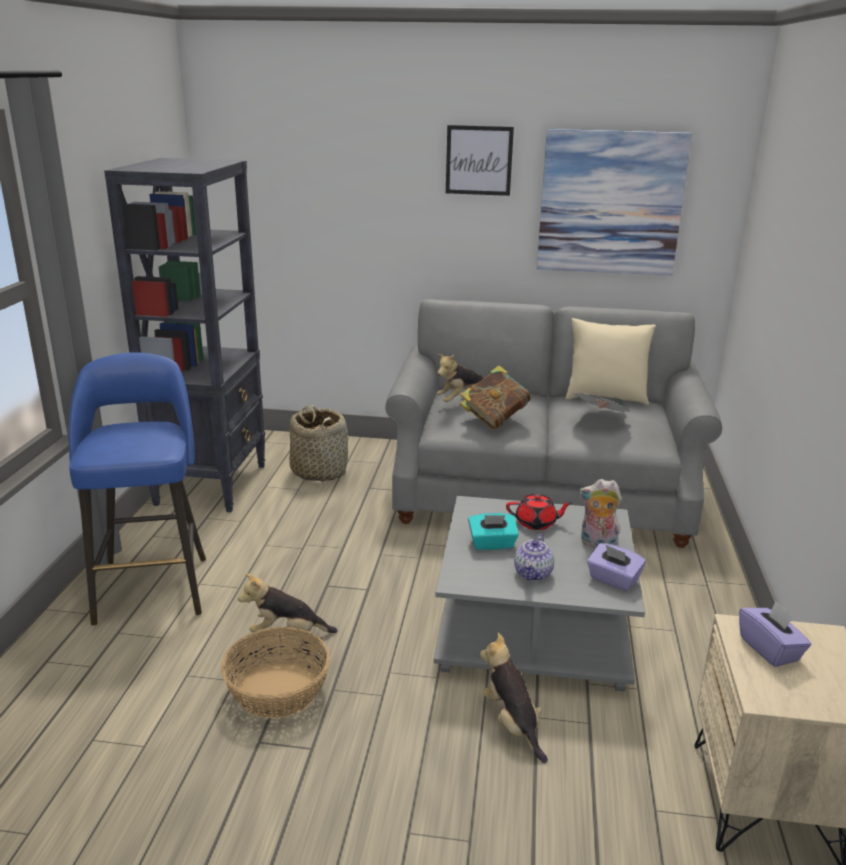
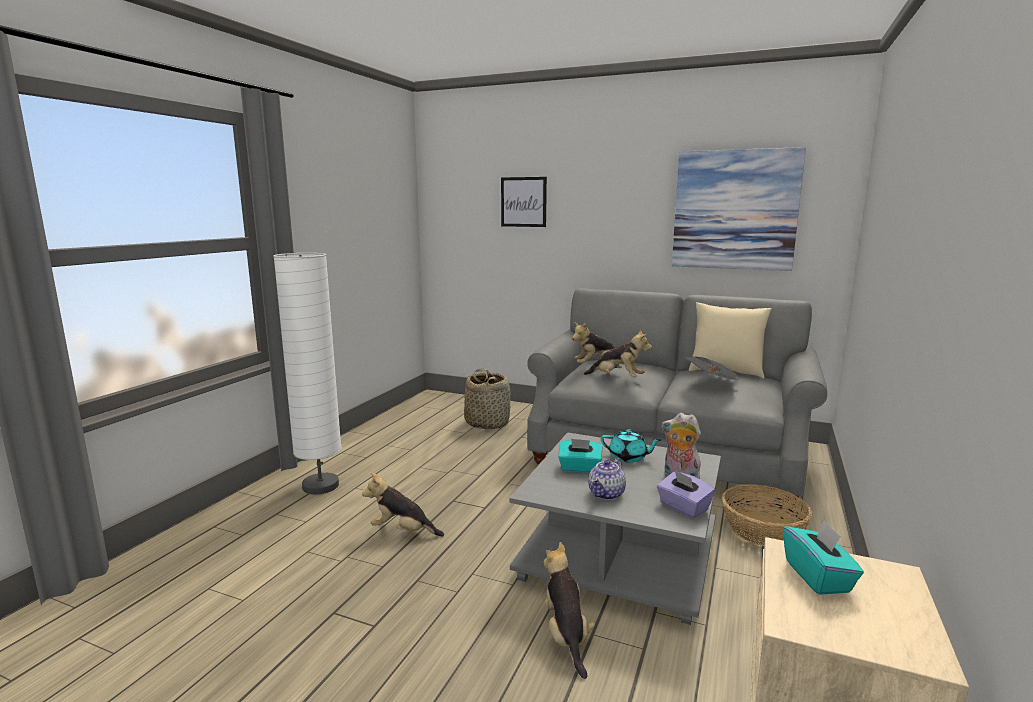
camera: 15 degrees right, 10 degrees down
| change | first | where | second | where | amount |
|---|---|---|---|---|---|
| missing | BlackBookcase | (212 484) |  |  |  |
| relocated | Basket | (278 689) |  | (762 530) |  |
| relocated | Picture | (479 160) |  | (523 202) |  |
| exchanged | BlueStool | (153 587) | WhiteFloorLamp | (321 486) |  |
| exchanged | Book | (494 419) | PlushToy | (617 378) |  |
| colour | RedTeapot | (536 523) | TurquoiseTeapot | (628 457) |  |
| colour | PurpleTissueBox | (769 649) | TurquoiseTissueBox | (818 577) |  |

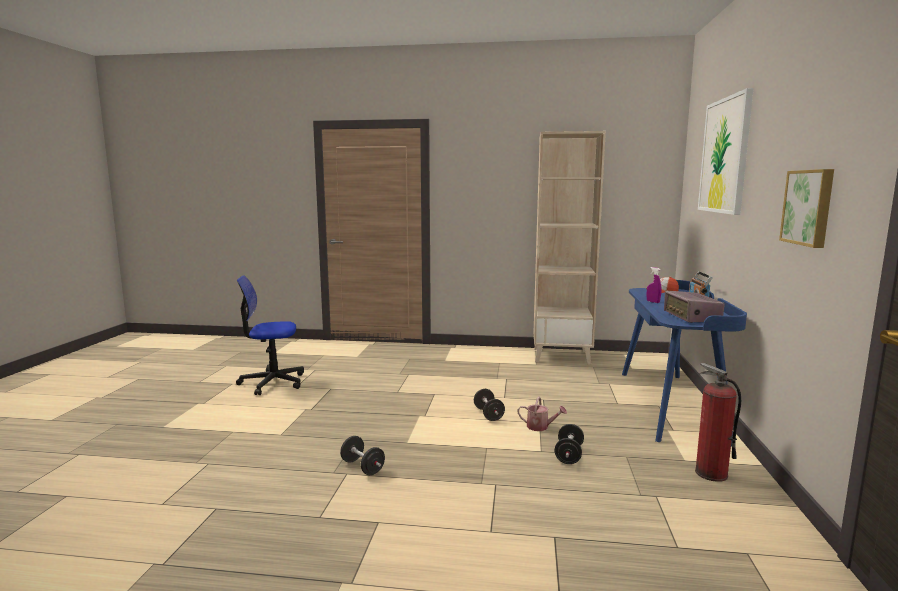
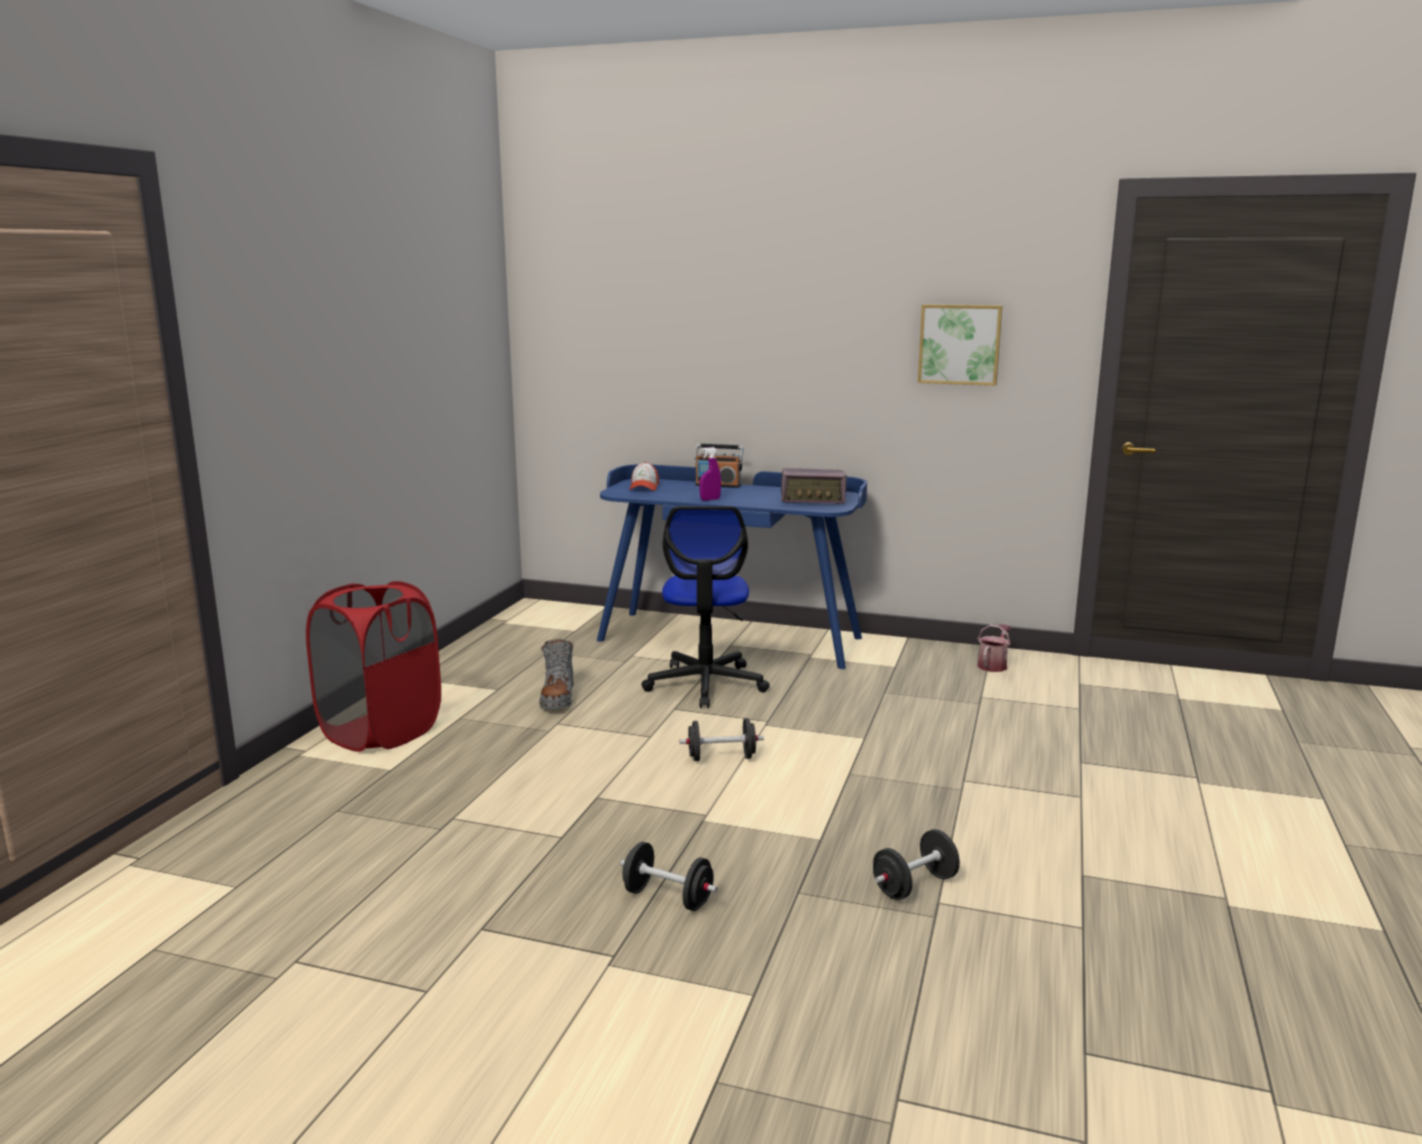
camera: 80 degrees left, 5 degrees up
| change | first | where | second | where | amount |
|---|---|---|---|---|---|
| missing | BeigeBookcase | (562 356) |  |  |  |
| missing | FireExtinguisher | (710 473) |  |  |  |
| missing | Picture | (725 156) |  |  |  |
| appeared |  |  | RedLaundryBasket | (381 732) |  |
| appeared |  |  | GreyBoot | (558 698) |  |
| relocated | OfficeChair | (272 382) |  | (705 684) |  |
| relocated | WateringCan | (540 427) |  | (993 665) |  |
| relocated | BlackDumbbell | (569 455) |  | (668 898) |  |

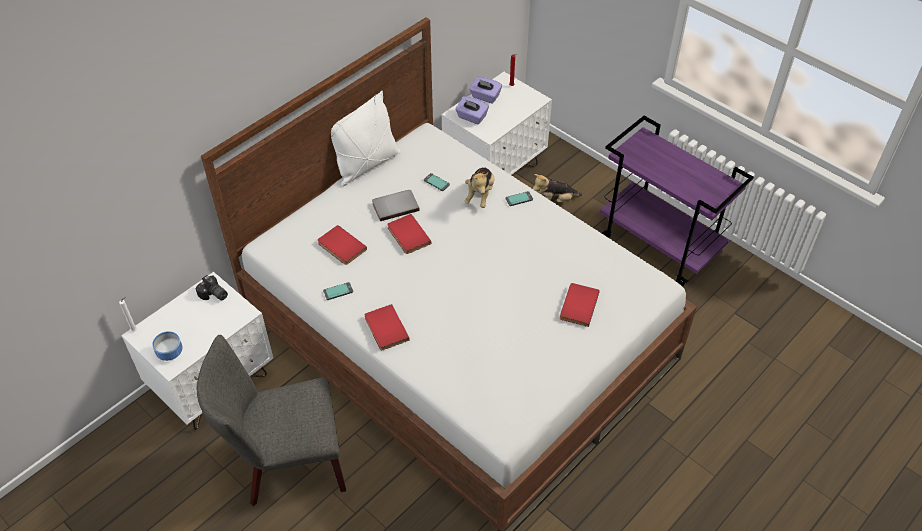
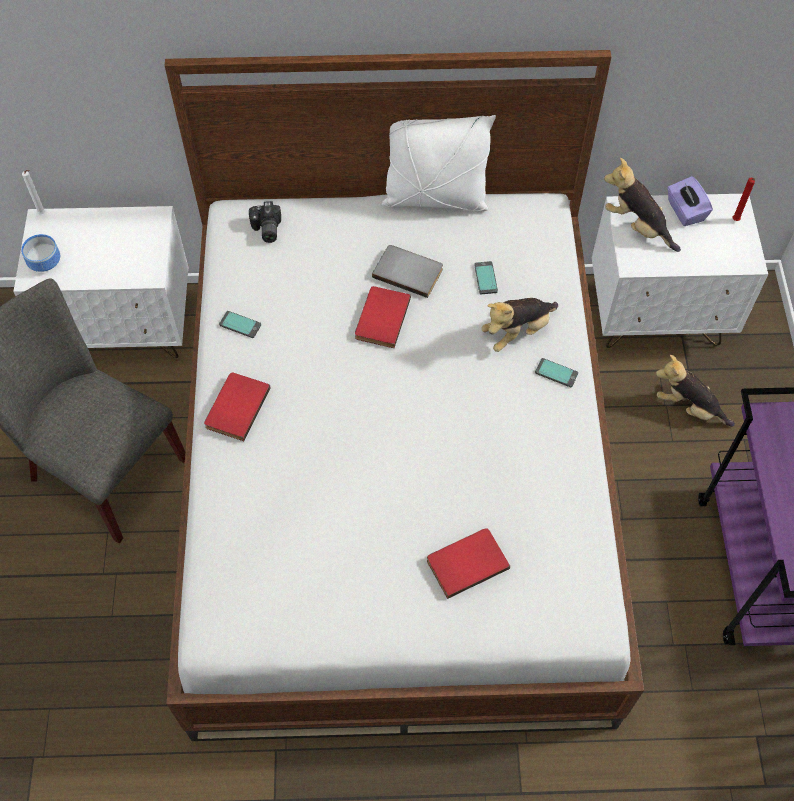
camera: 45 degrees right, 10 degrees up
| change | first | where | second | where | amount |
|---|---|---|---|---|---|
| missing | RedBook | (340 247) |  |  |  |
| relocated | PhotoCamera | (213 295) |  | (265 229) |  |
| exchanged | PurpleTissueBox | (471 117) | PlushToy | (637 226) |  |

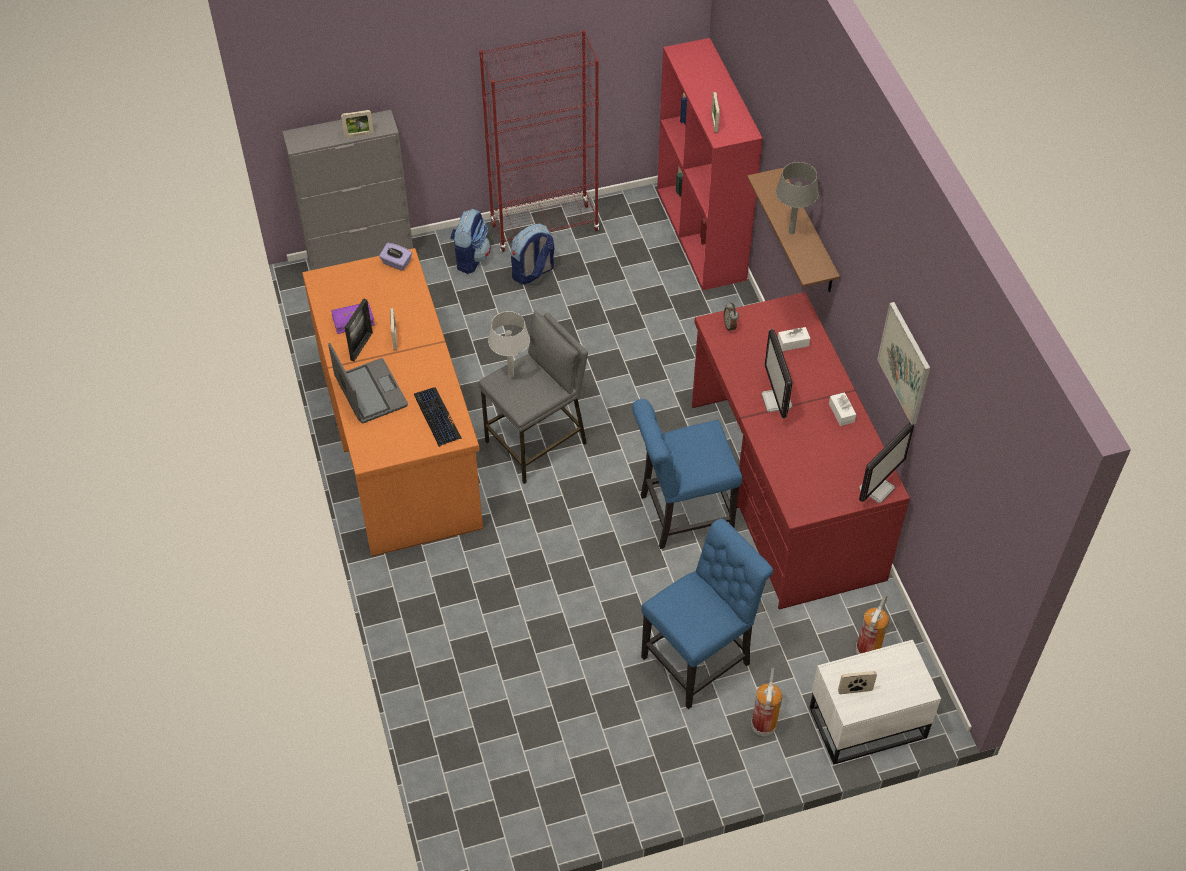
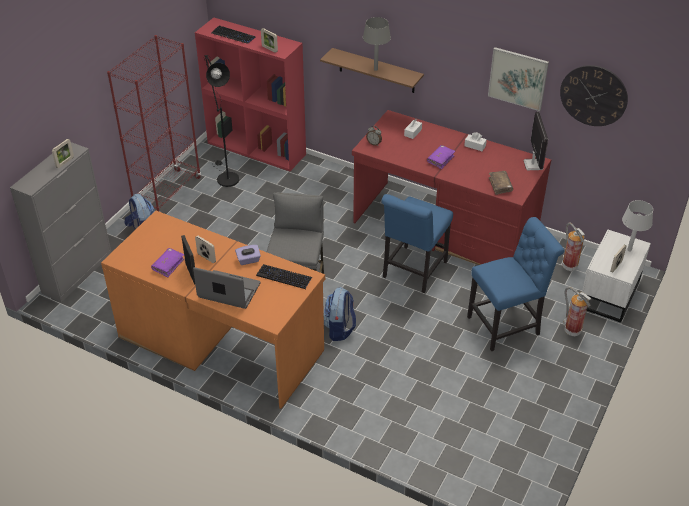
camera: 45 degrees left, 10 degrees down
| change | first | where | second | where | amount |
|---|---|---|---|---|---|
| appeared |  |  | BlackFloorLamp | (225 177) |  |
| appeared |  |  | Keyboard | (233 35) |  |
| appeared |  |  | BrownBook | (500 185) |  |
| appeared |  |  | WallClock | (593 95) |  |
| relocated | PurpleTissueBox | (396 263) |  | (248 260) |  |
| relocated | GreyTableLamp | (511 374) |  | (629 249) |  |
| relocated | Backpack | (532 273) |  | (339 329) |  |
| exchanged | Monitor | (777 401) | PurpleBook | (440 159) |  |
| spun | BlueChair | (700 658) |  | (507 325) | 60 degrees clockwise |

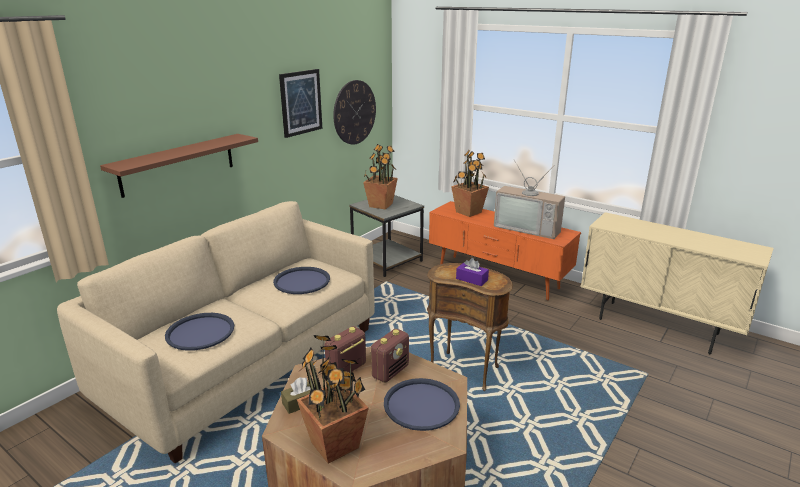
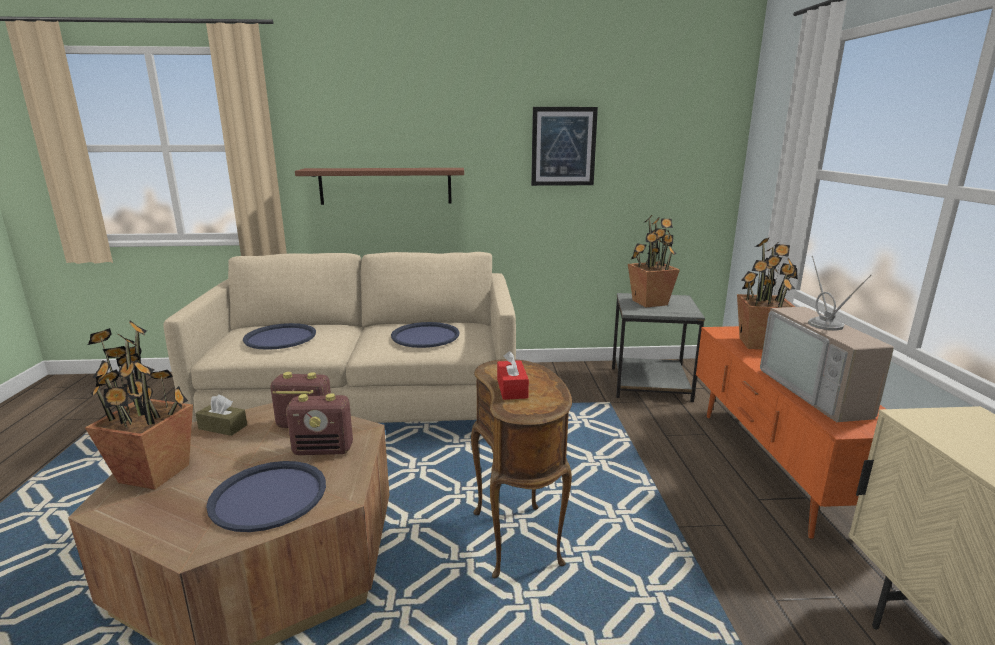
camera: 50 degrees right, 5 degrees down
| change | first | where | second | where | amount |
|---|---|---|---|---|---|
| missing | WallClock | (354 112) |  |  |  |
| colour | PurpleTissueBox | (472 279) | RedTissueBox | (512 388) |  |

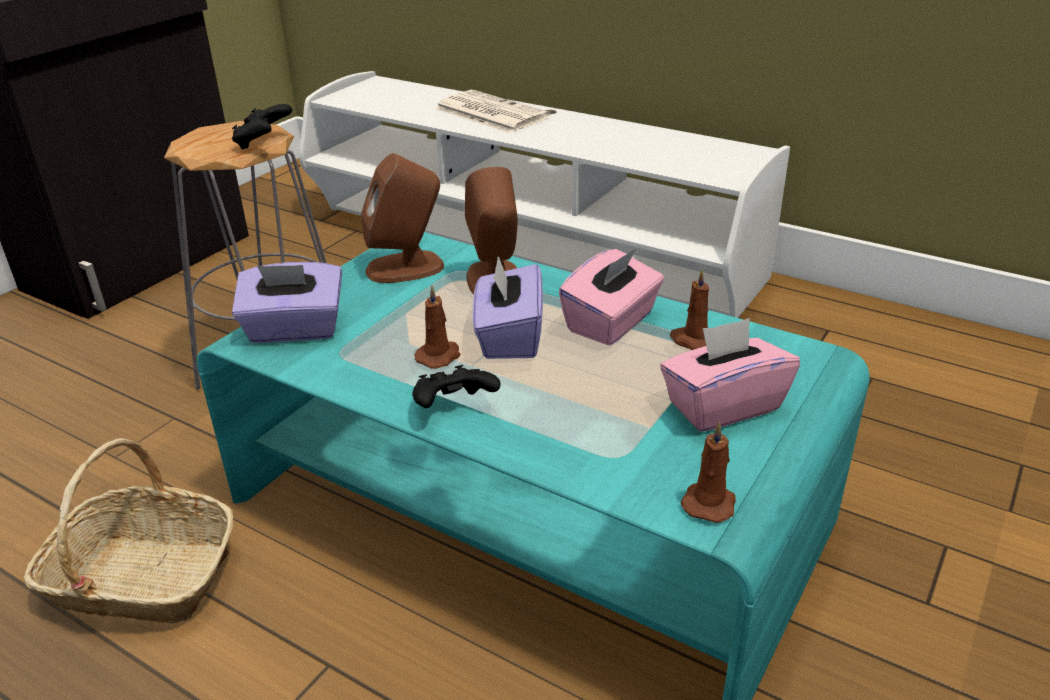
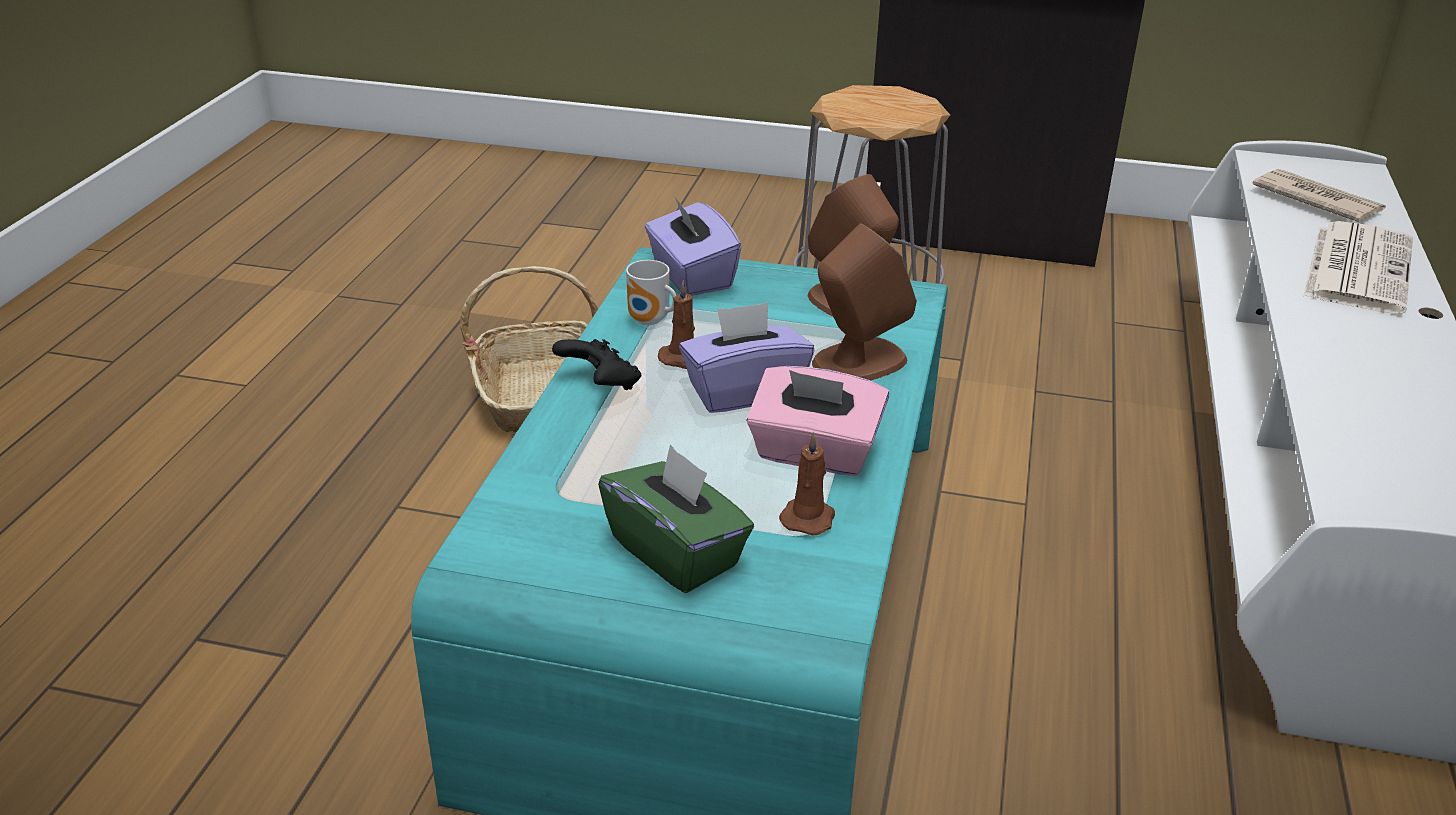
camera: 70 degrees right, 0 degrees up
| change | first | where | second | where | amount |
|---|---|---|---|---|---|
| missing | BlackGameController | (263 143) |  |  |  |
| missing | BrownCandle | (709 502) |  |  |  |
| appeared |  |  | Mug | (650 321) |  |
| appeared |  |  | Newspaper | (1316 200) |  |
| colour | PinkTissueBox | (723 406) | GreenTissueBox | (676 553) |  |

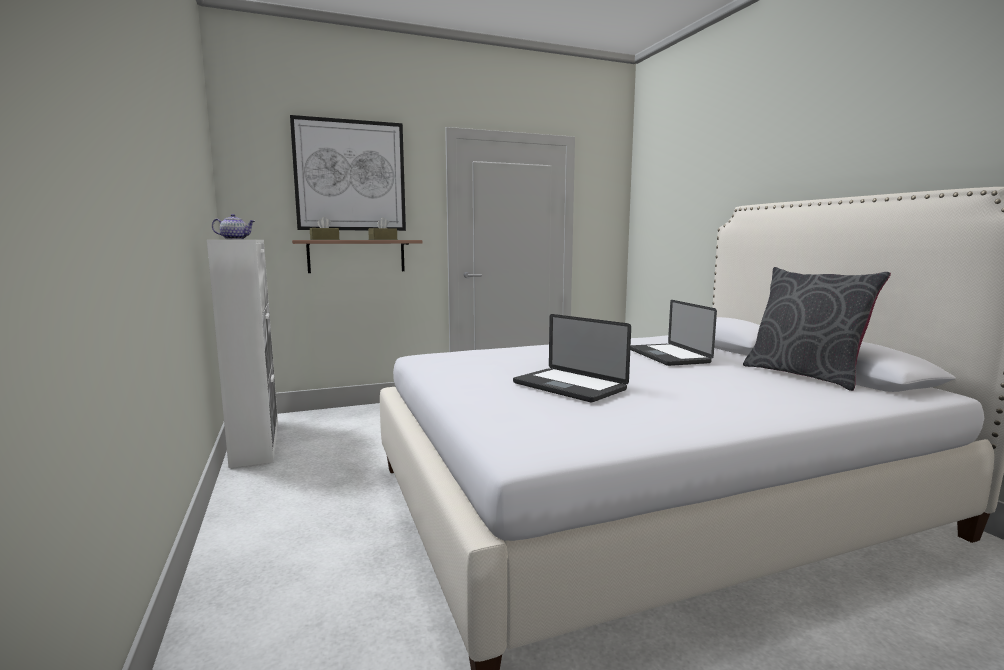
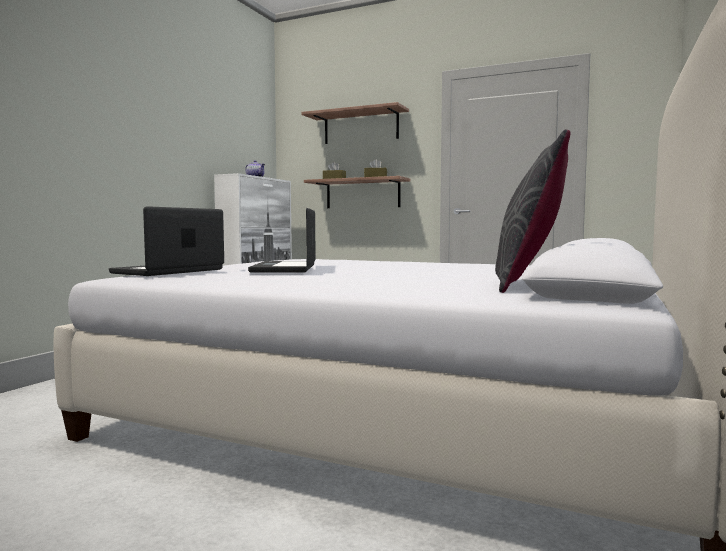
camera: 45 degrees right, 5 degrees down
| change | first | where | second | where | amount |
|---|---|---|---|---|---|
| relocated | Laptop | (668 356) |  | (169 271) |  |
| exchanged | Picture | (350 176) | Shelf | (361 127) |  |

